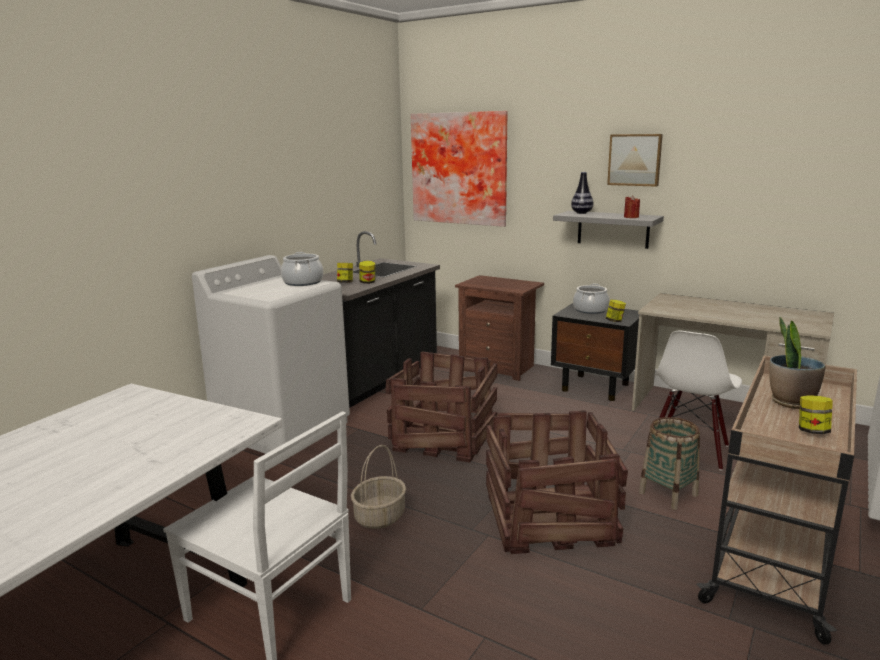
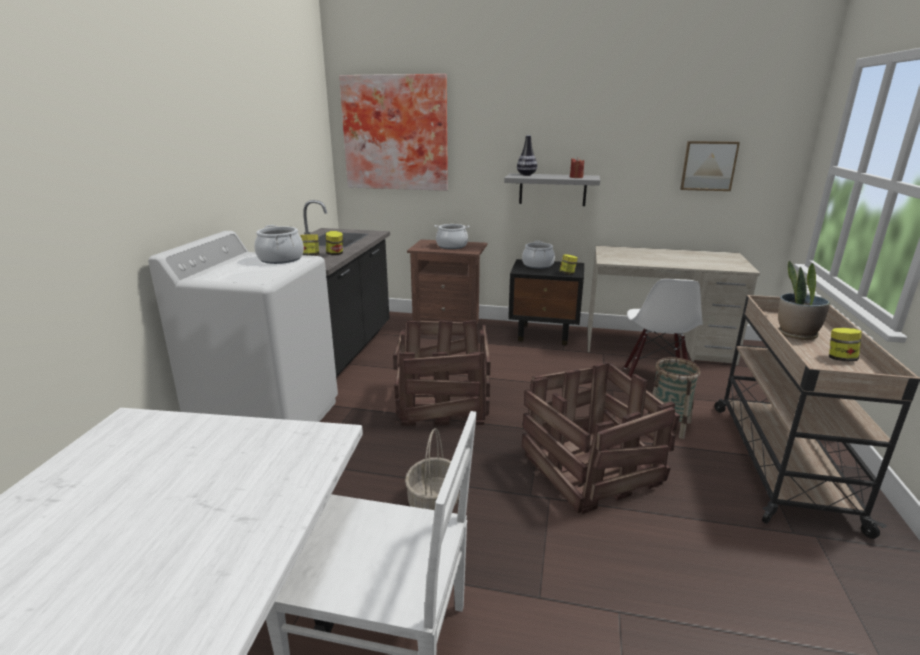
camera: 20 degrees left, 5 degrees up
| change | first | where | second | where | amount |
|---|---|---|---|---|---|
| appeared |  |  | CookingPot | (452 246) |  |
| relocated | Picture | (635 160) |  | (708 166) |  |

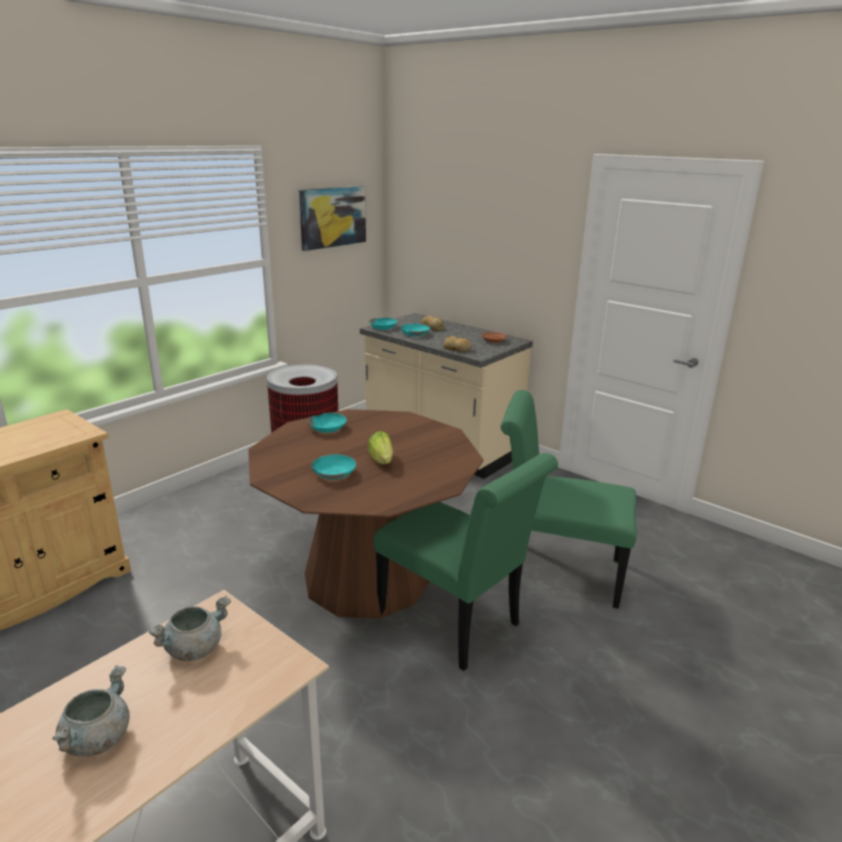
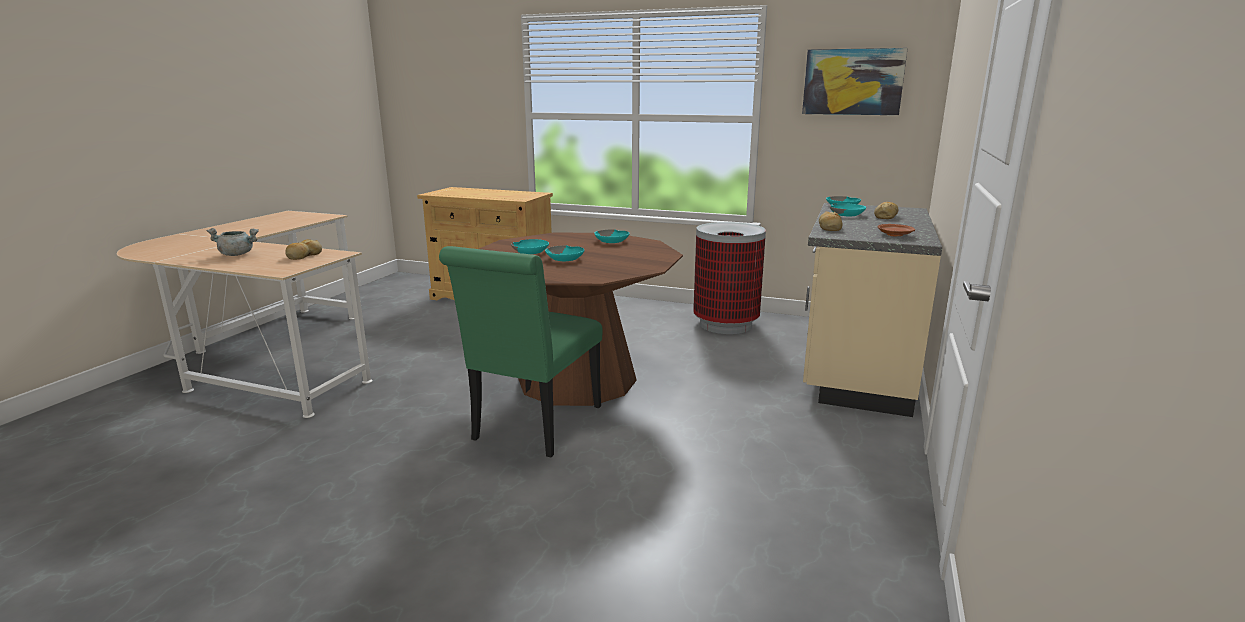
camera: 70 degrees right, 5 degrees down
| change | first | where | second | where | amount |
|---|---|---|---|---|---|
| missing | GreenChair | (556 572) |  |  |  |
| exchanged | GreyCookingPot | (194 648) | Bread | (303 256) |  |
| exchanged | Lettuce | (382 460) | TurquoiseBowl | (565 258) |  |

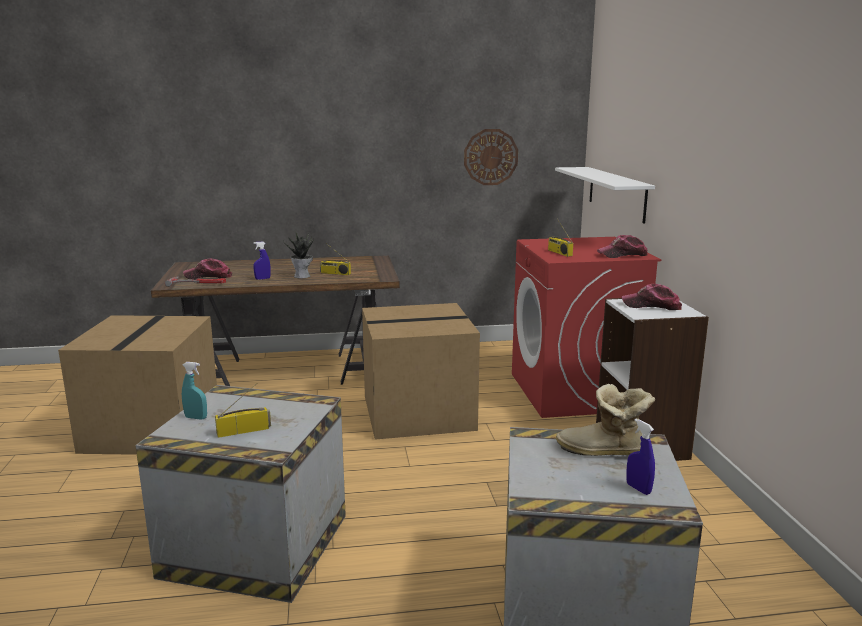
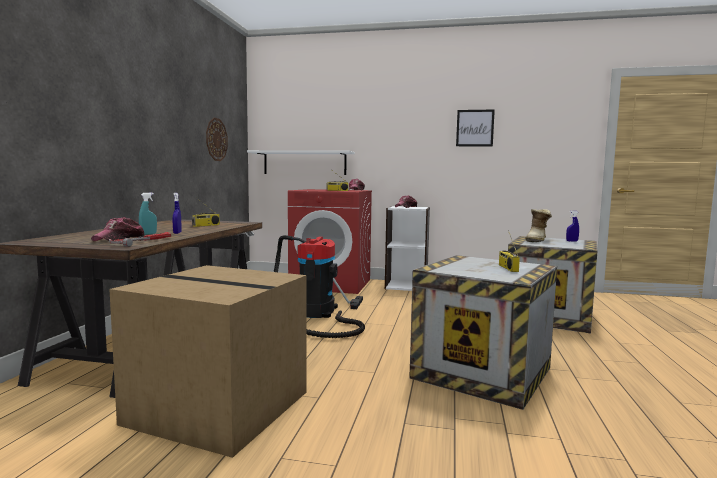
camera: 70 degrees left, 10 degrees down
| change | first | where | second | where | amount |
|---|---|---|---|---|---|
| missing | PottedPlant | (303 276) |  |  |  |
| appeared |  |  | Picture | (475 128) |  |
| relocated | TurquoiseSprayBottle | (196 418) |  | (148 234) |  |
| exchanged | CardboardBox | (419 412) | VacuumCleaner | (316 313) |  |

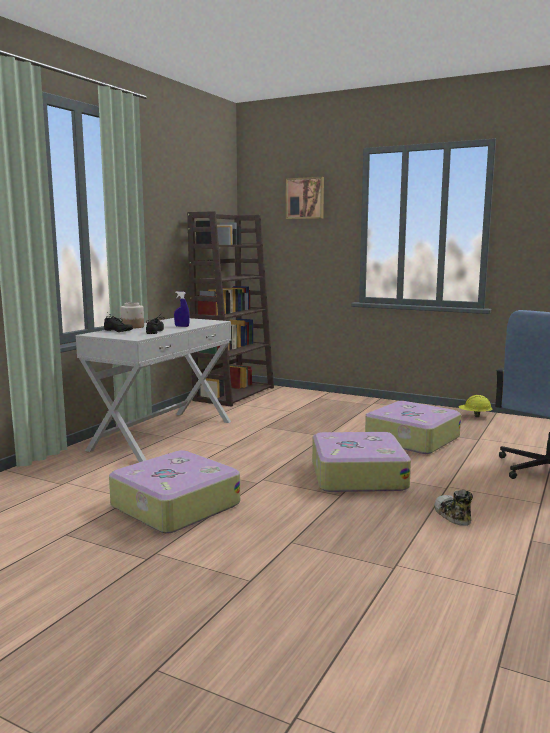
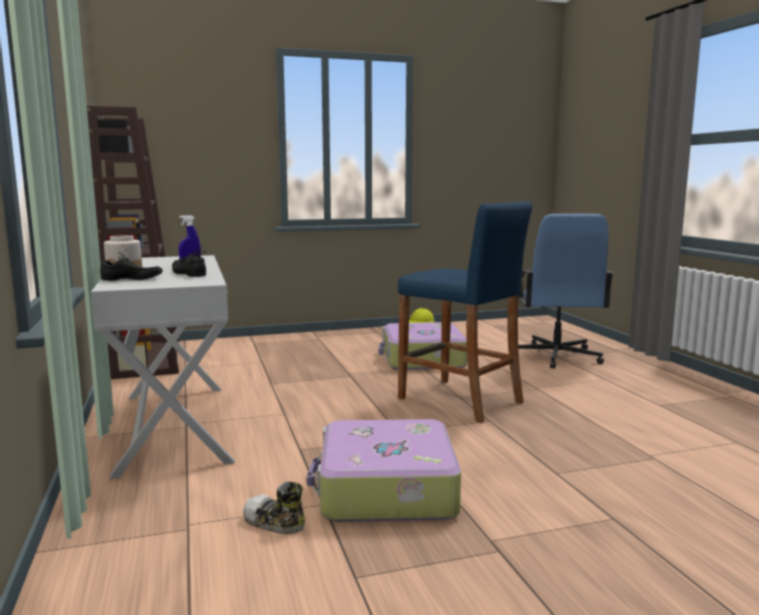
camera: 45 degrees left, 0 degrees up
| change | first | where | second | where | amount |
|---|---|---|---|---|---|
| missing | Picture | (305 198) |  |  |  |
| relocated | Shoe | (452 516) |  | (273 523) |  |
| exchanged | Suitcase | (357 475) | BlueStool | (459 400) |  |

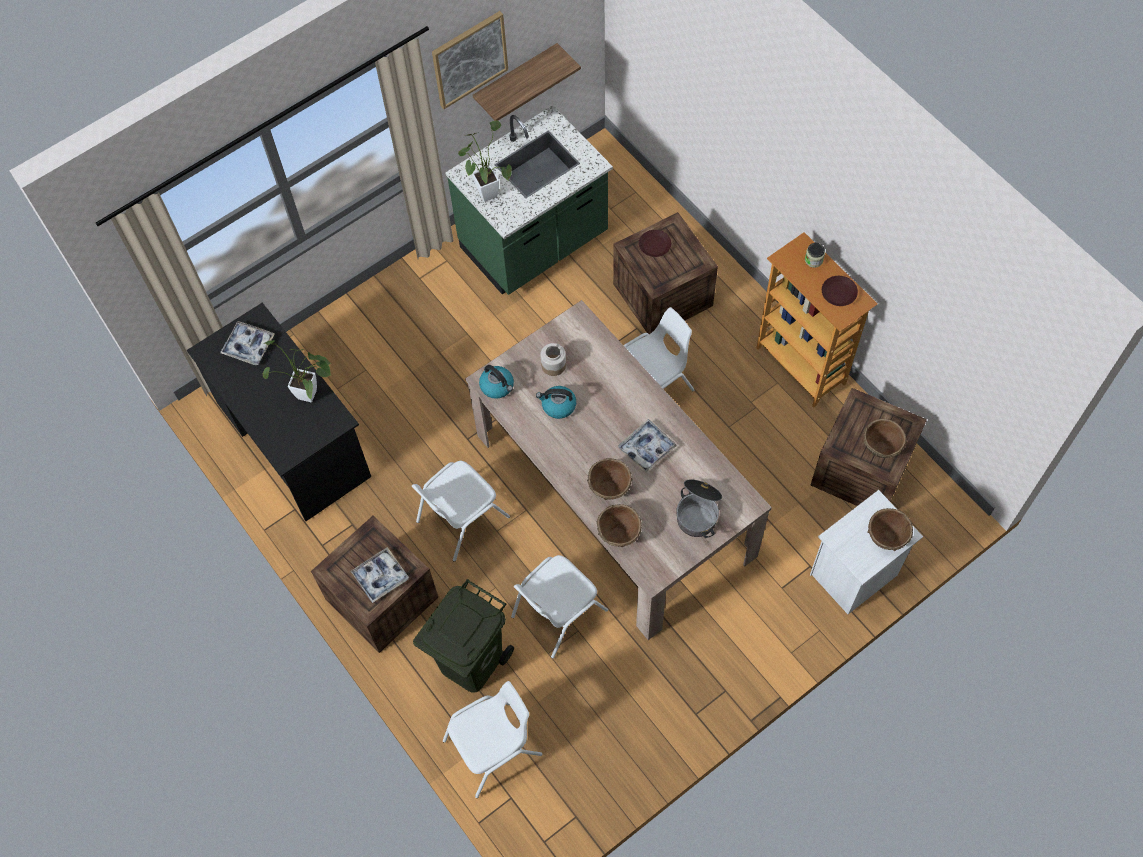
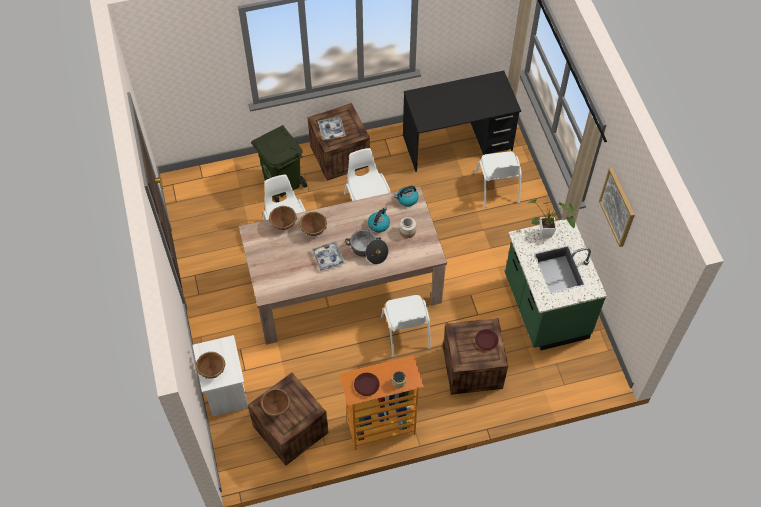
camera: 110 degrees right, 5 degrees down
| change | first | where | second | where | amount |
|---|---|---|---|---|---|
| missing | Tray | (248 346) |  |  |  |
| missing | PottedPlant | (312 396) |  |  |  |
| missing | Shelf | (516 80) |  |  |  |
| relocated | WhiteChair | (494 748) |  | (497 188) |  |
| relocated | CookingPot | (698 511) |  | (368 250) |  |

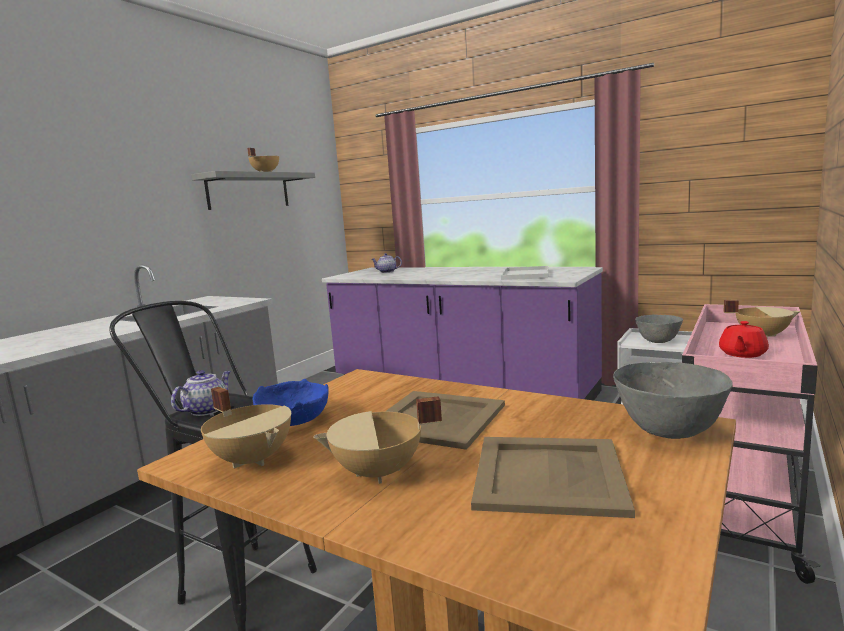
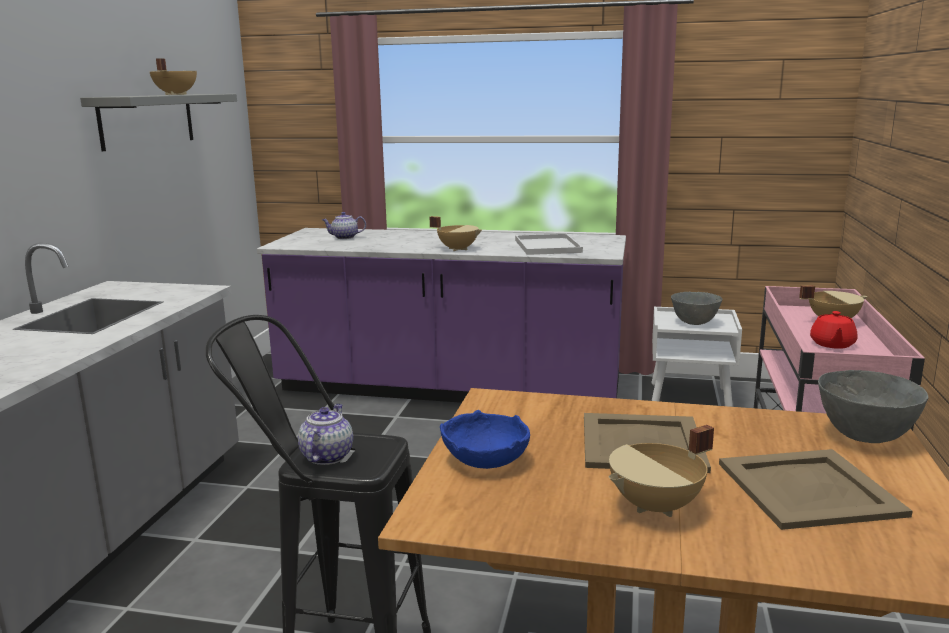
camera: 20 degrees left, 5 degrees up
| change | first | where | second | where | amount |
|---|---|---|---|---|---|
| relocated | BeigeCookingPot | (253 459) |  | (458 249) |  |

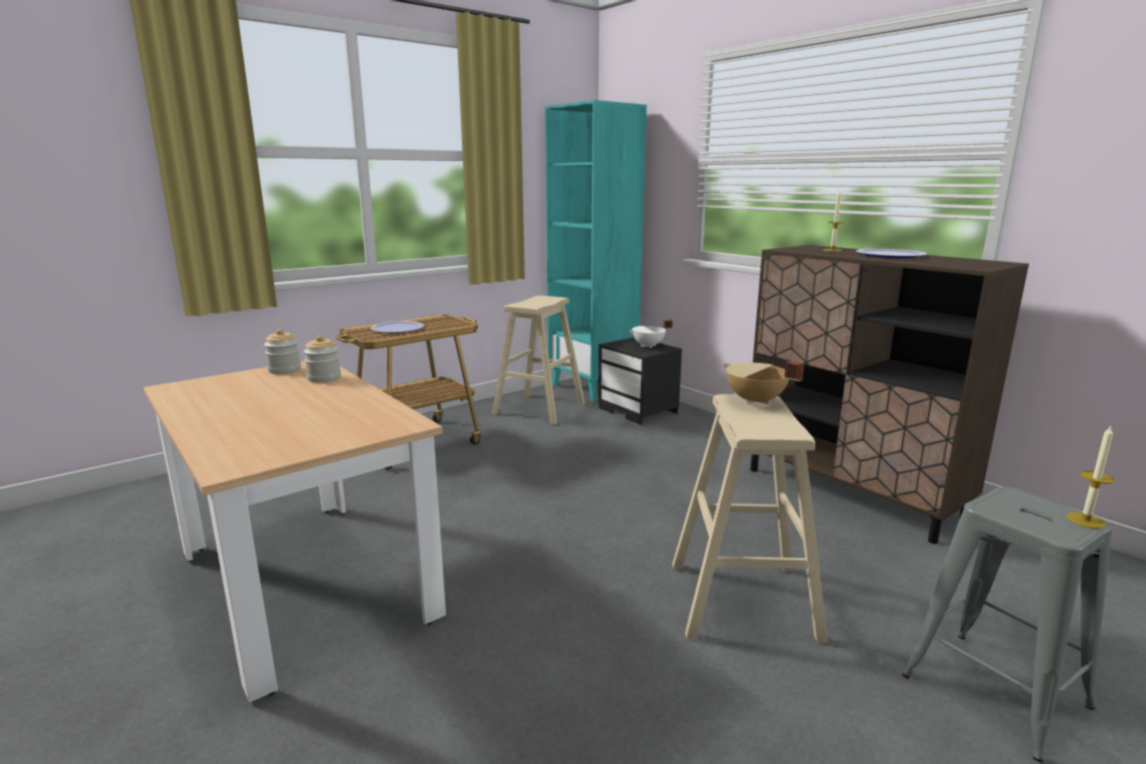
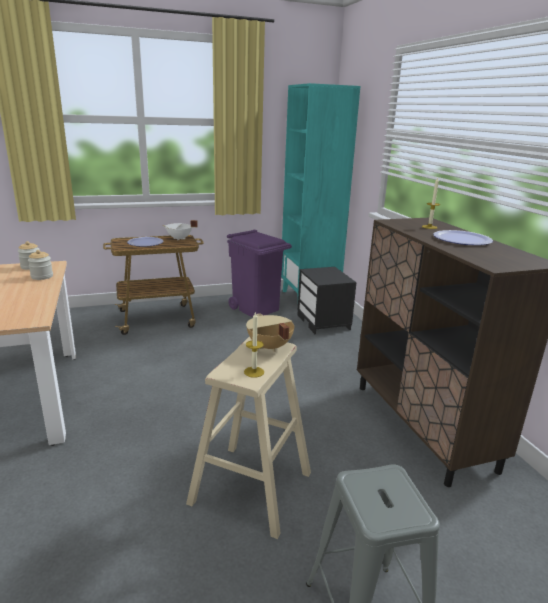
camera: 20 degrees right, 5 degrees up
| change | first | where | second | where | amount |
|---|---|---|---|---|---|
| relocated | WhiteCookingPot | (648 346) |  | (179 239) |  |
| relocated | Candle | (1085 520) |  | (254 372) |  |
| exchanged | BeigeStool | (539 408) | PurpleTrashCan | (256 308) |  |

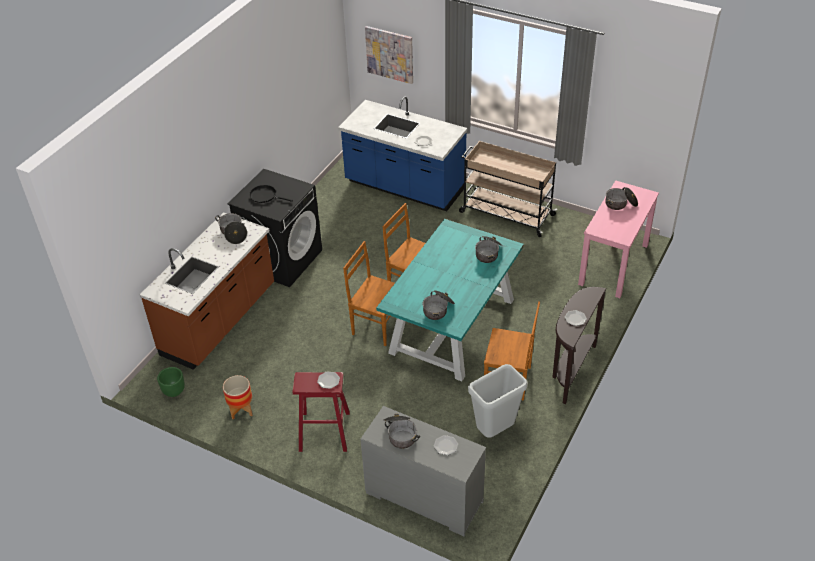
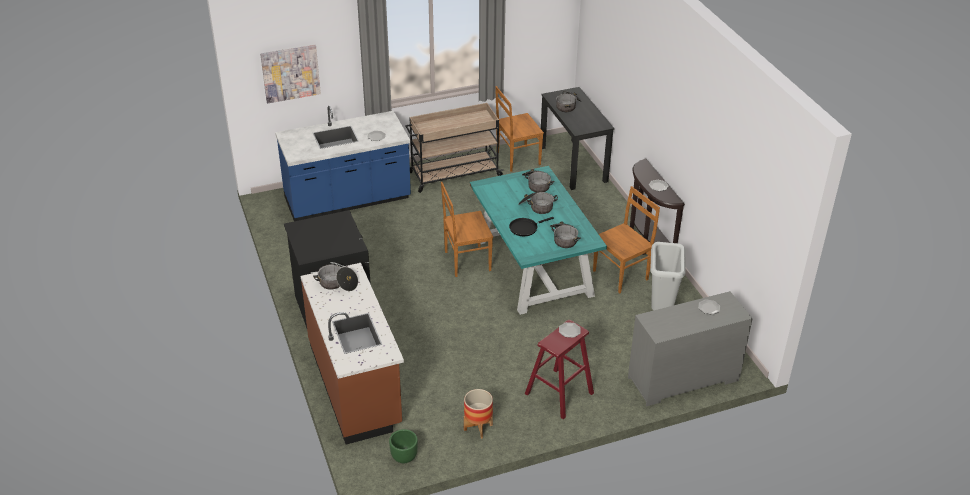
camera: 50 degrees left, 5 degrees down
| change | first | where | second | where | amount |
|---|---|---|---|---|---|
| relocated | BlackFryingPan | (265 196) |  | (525 228) |  |
| relocated | BrownChair | (377 325) |  | (517 159) |  |
| relocated | CookingPot | (400 434) |  | (536 207) |  |
| colour | PinkDesk | (613 264) | BlackDesk | (573 164) |  |

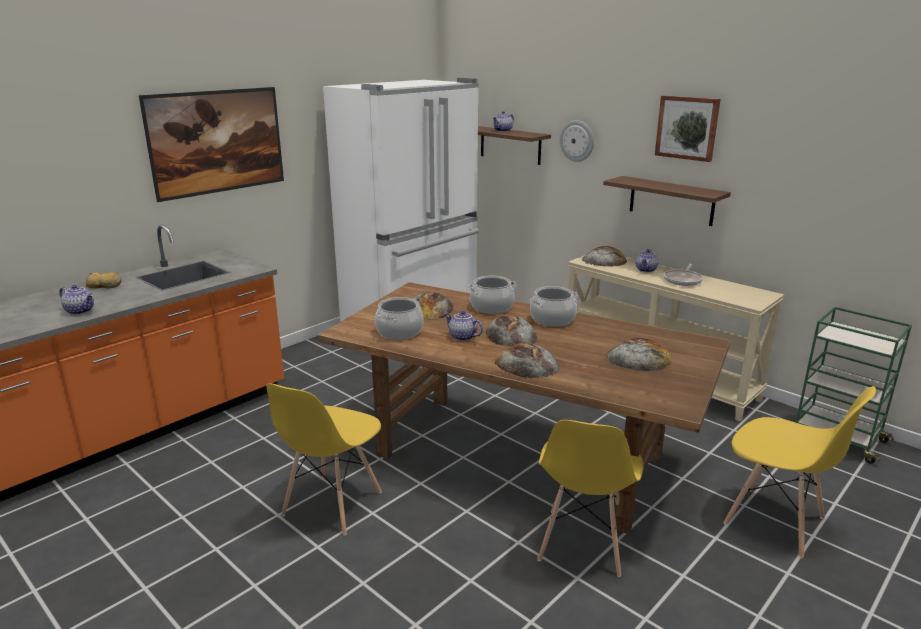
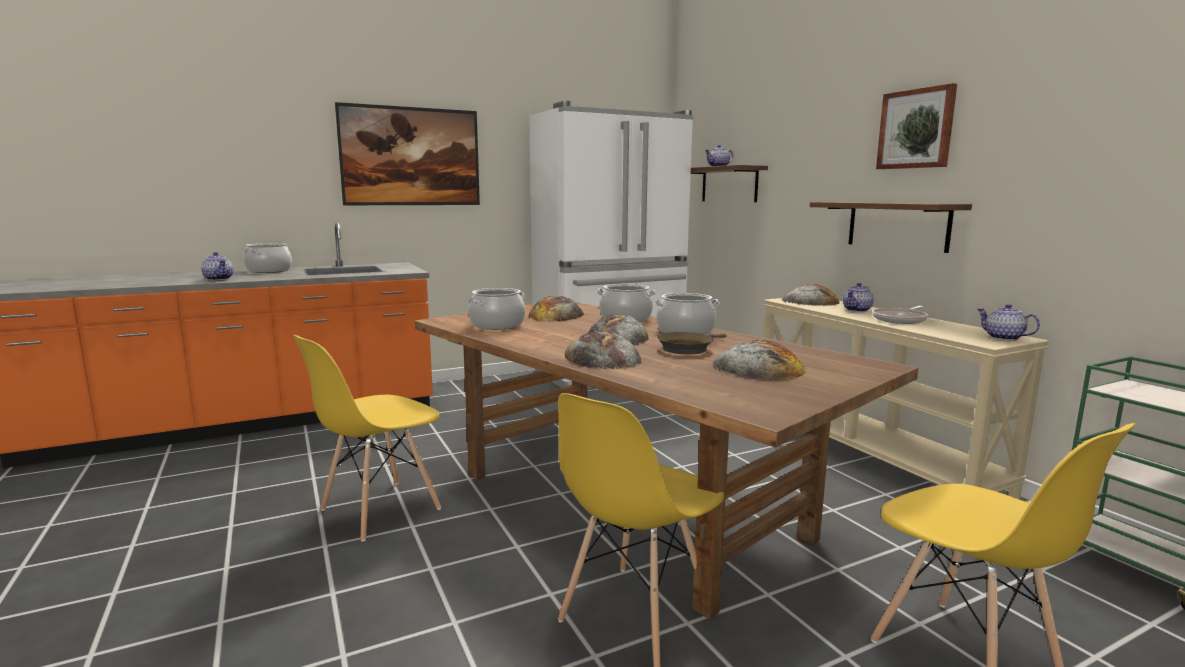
camera: 20 degrees right, 10 degrees down
| change | first | where | second | where | amount |
|---|---|---|---|---|---|
| missing | WallClock | (577 141) |  |  |  |
| appeared |  |  | BrownFryingPan | (687 348) |  |
| relocated | Teapot | (462 337) |  | (1003 338) |  |
| exchanged | Bread | (104 286) | CookingPot | (268 271) |  |

